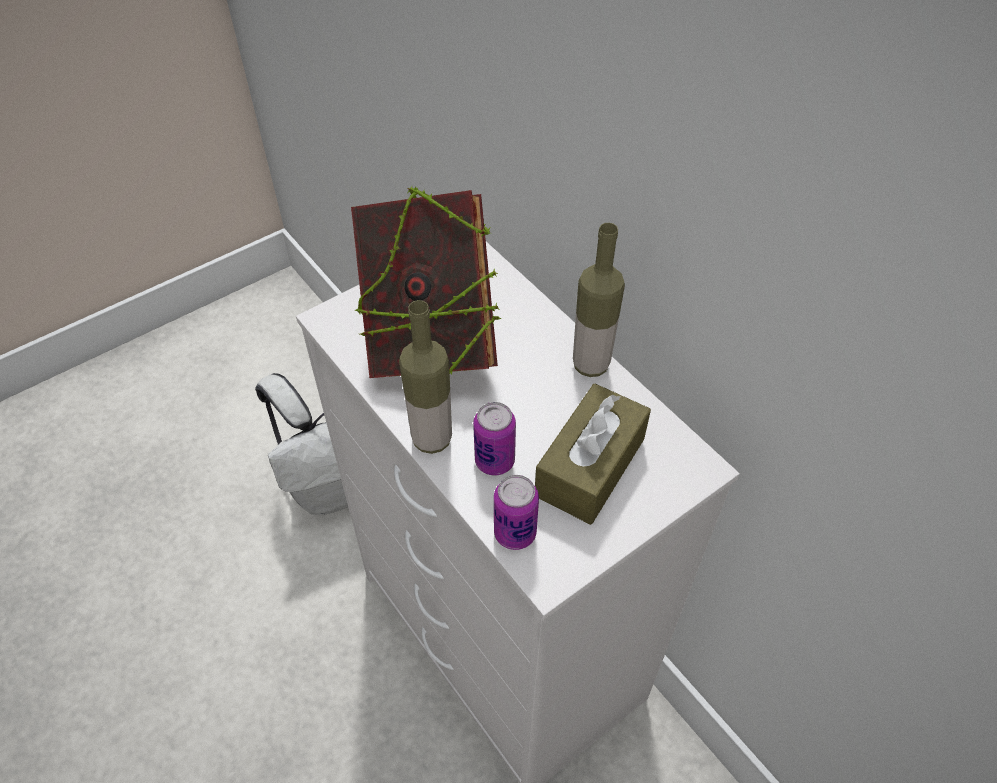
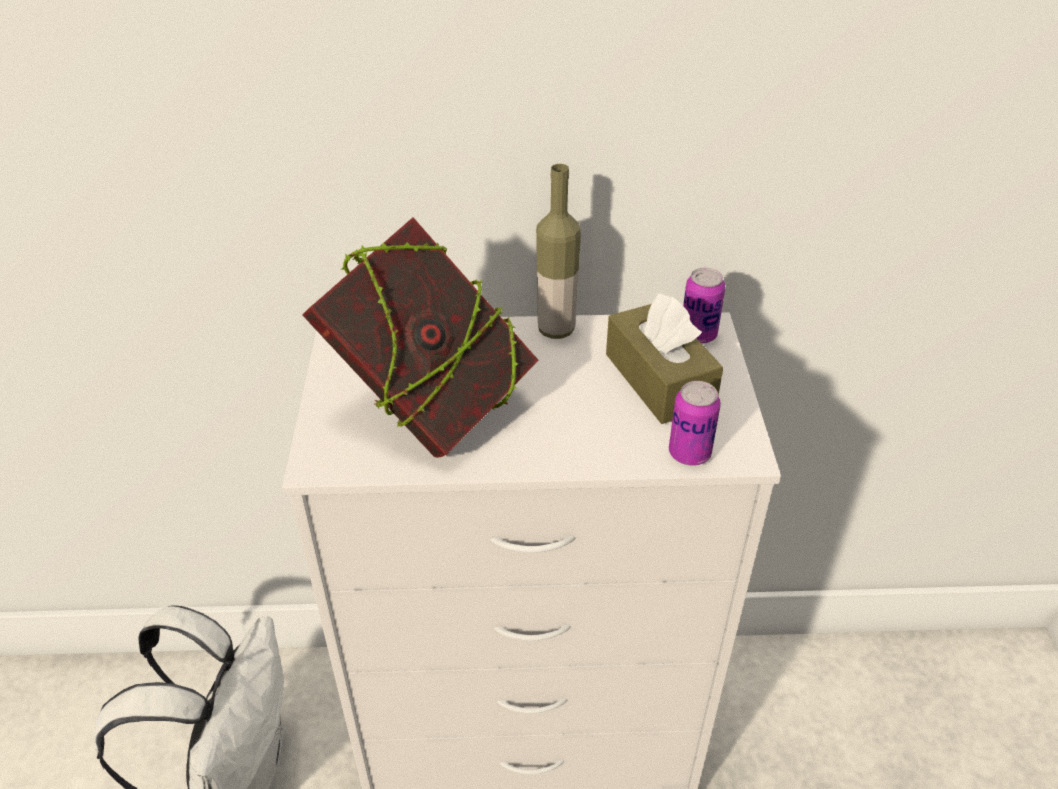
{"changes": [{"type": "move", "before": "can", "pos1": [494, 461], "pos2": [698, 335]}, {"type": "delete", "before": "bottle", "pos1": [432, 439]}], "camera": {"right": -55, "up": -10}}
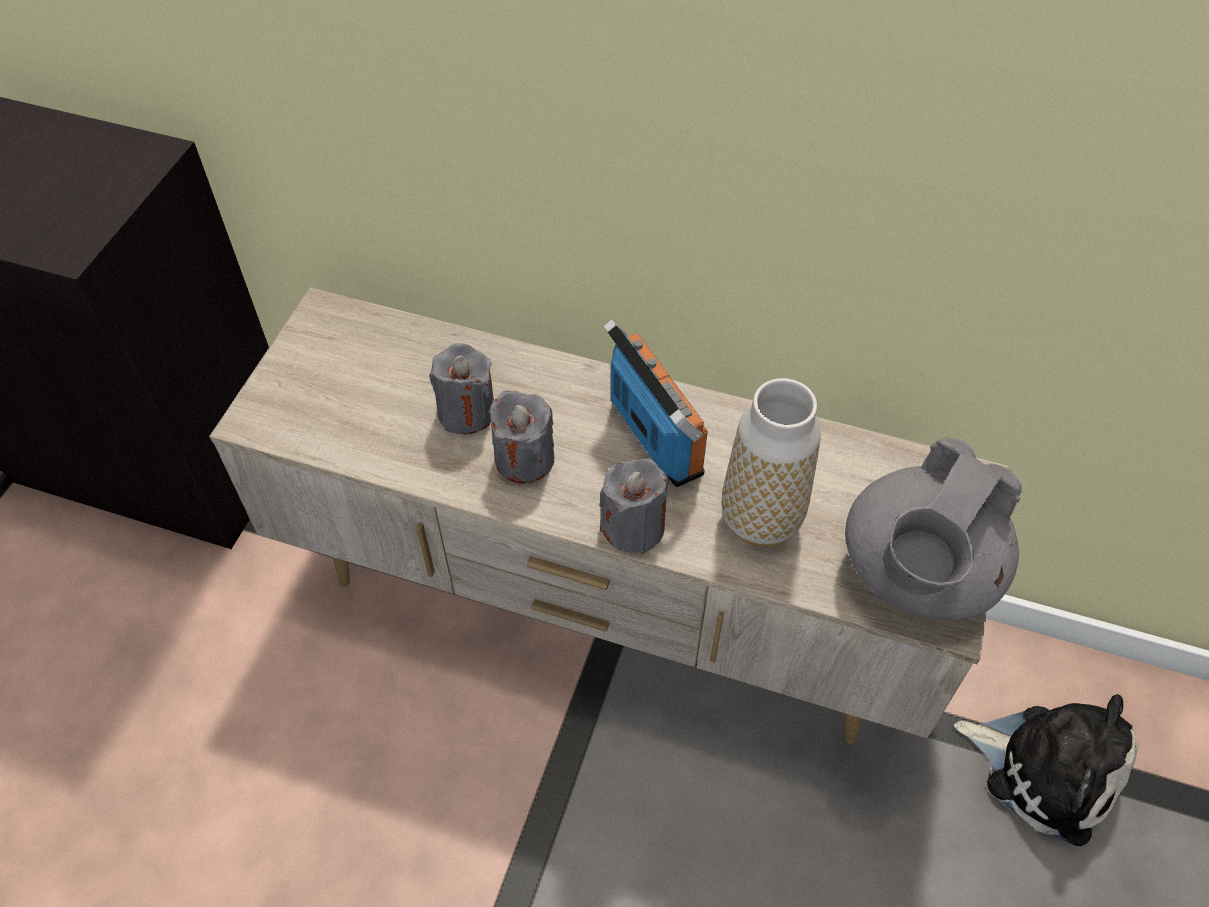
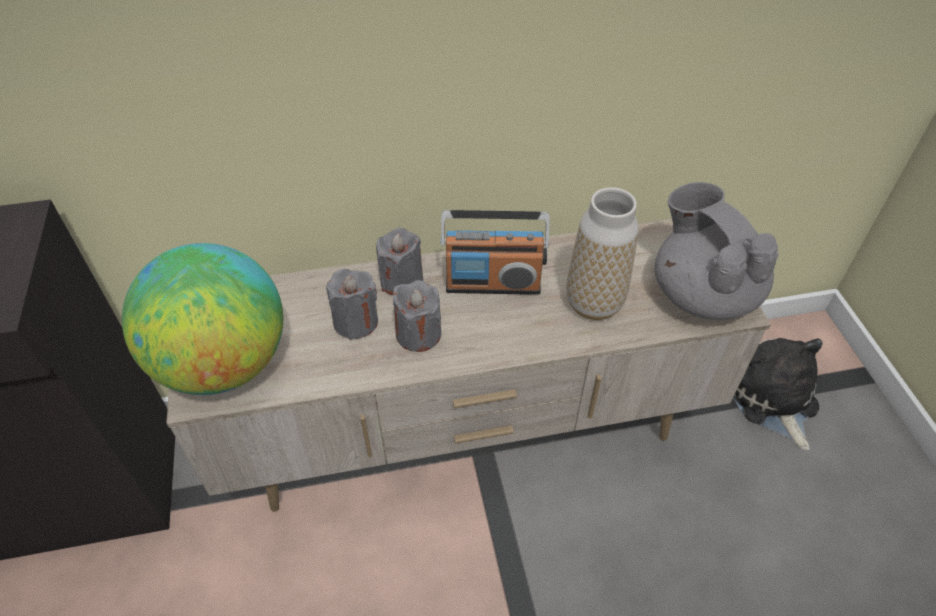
{"changes": [{"type": "insert", "after": "globe", "pos2": [224, 364]}, {"type": "move", "before": "candle/grey", "pos1": [633, 527], "pos2": [402, 281]}, {"type": "rotate", "before": "radio", "pos1": [655, 436], "pos2": [493, 283], "turn": 150}, {"type": "rotate", "before": "teapot/grey", "pos1": [916, 573], "pos2": [702, 293], "turn": 150}, {"type": "rotate", "before": "plush toy", "pos1": [1045, 767], "pos2": [771, 398], "turn": -105}], "camera": {"right": -30, "up": -5}}
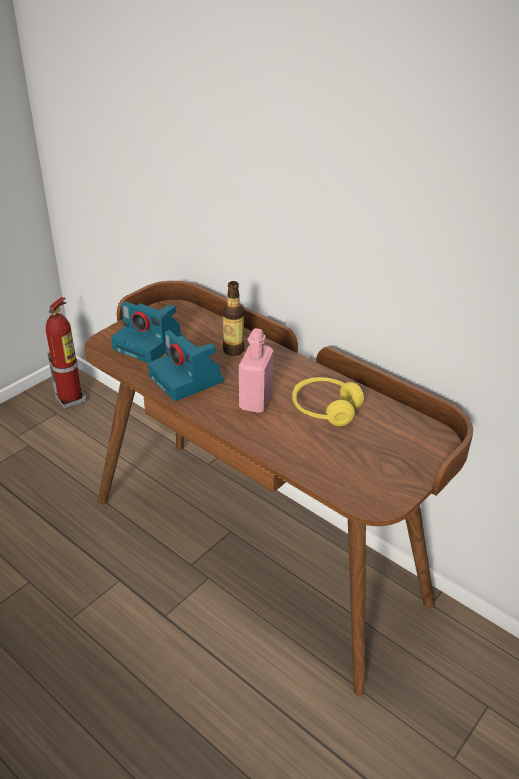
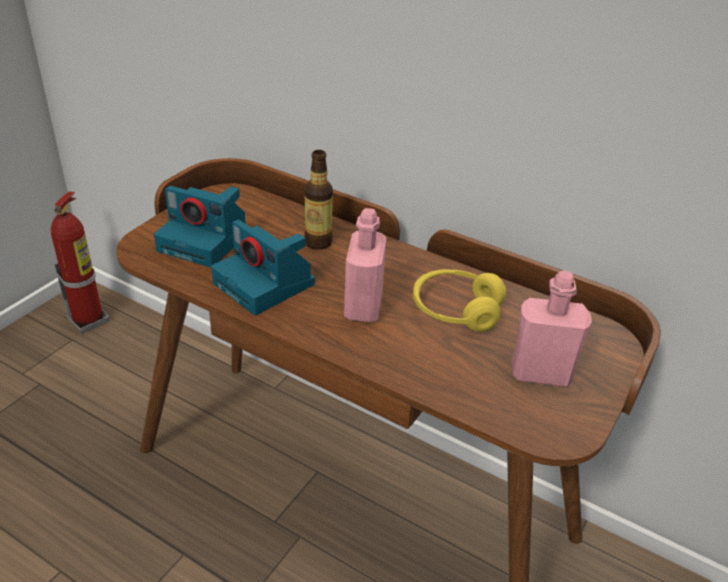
{"changes": [{"type": "insert", "after": "bottle/pink", "pos2": [540, 373]}], "camera": {"right": -10, "up": 0}}
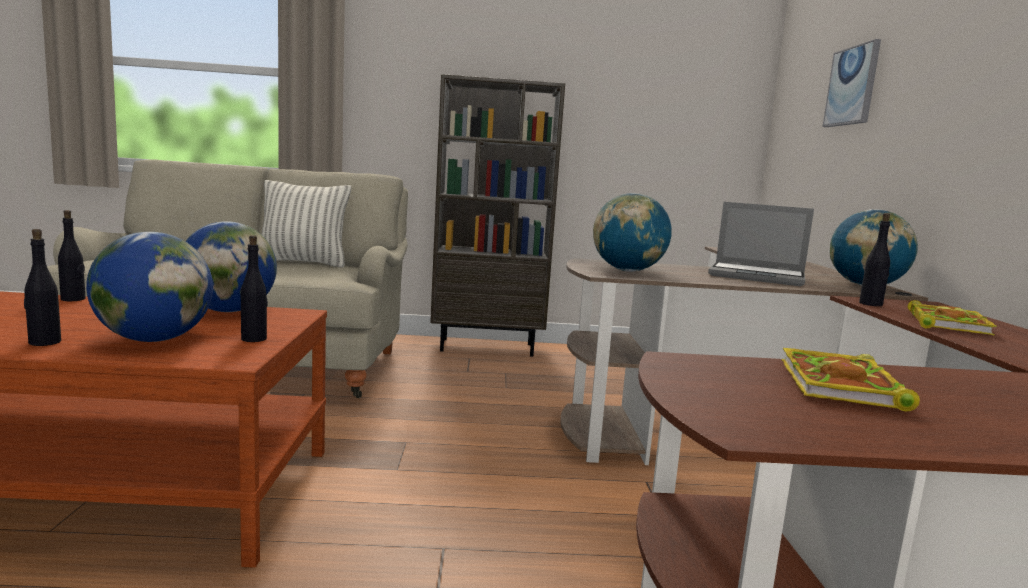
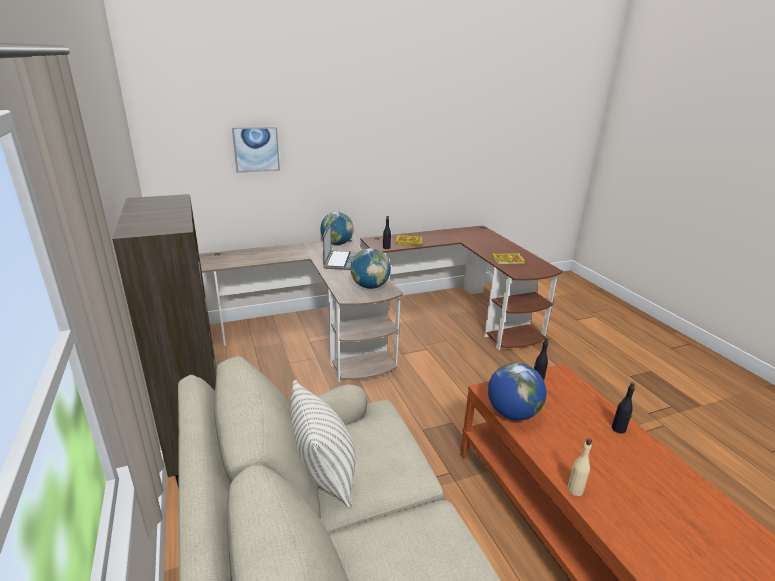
{"changes": [{"type": "recolor", "before": "bottle/black", "after": "bottle/beige", "pos1": [73, 299], "pos2": [574, 490]}, {"type": "delete", "before": "globe", "pos1": [154, 339]}], "camera": {"right": -110, "up": 15}}
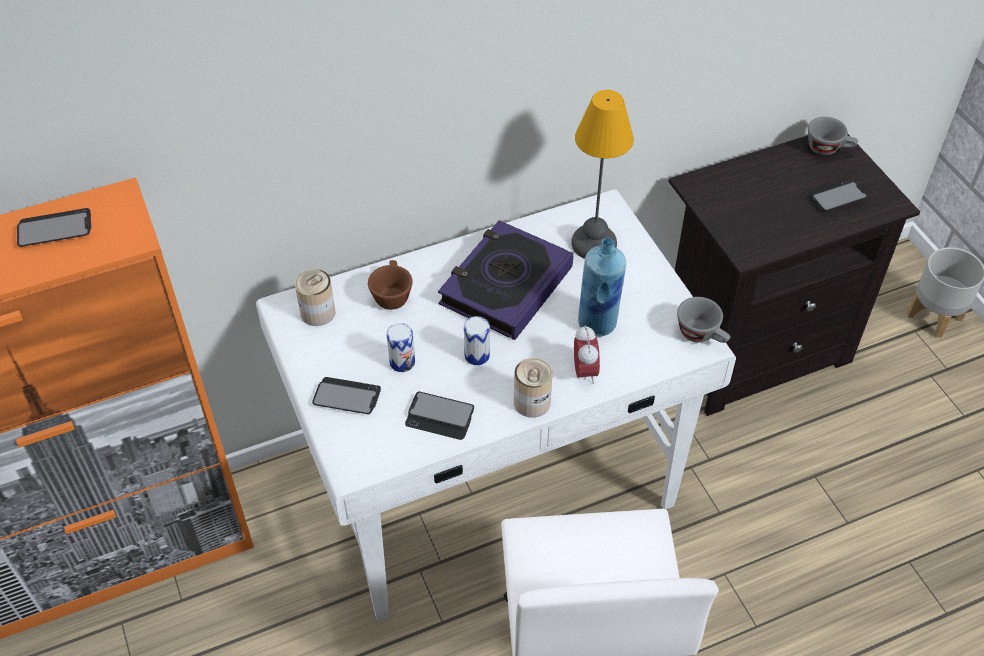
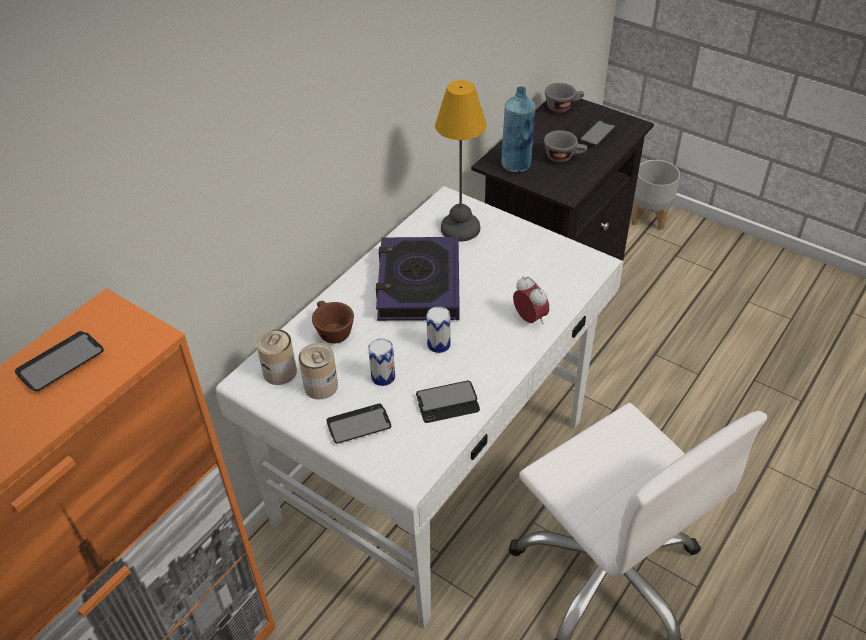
{"changes": [{"type": "move", "before": "can", "pos1": [532, 402], "pos2": [321, 386]}, {"type": "move", "before": "bottle/blue", "pos1": [598, 323], "pos2": [516, 165]}, {"type": "move", "before": "cup/grey", "pos1": [702, 335], "pos2": [564, 157]}], "camera": {"right": -30, "up": -5}}
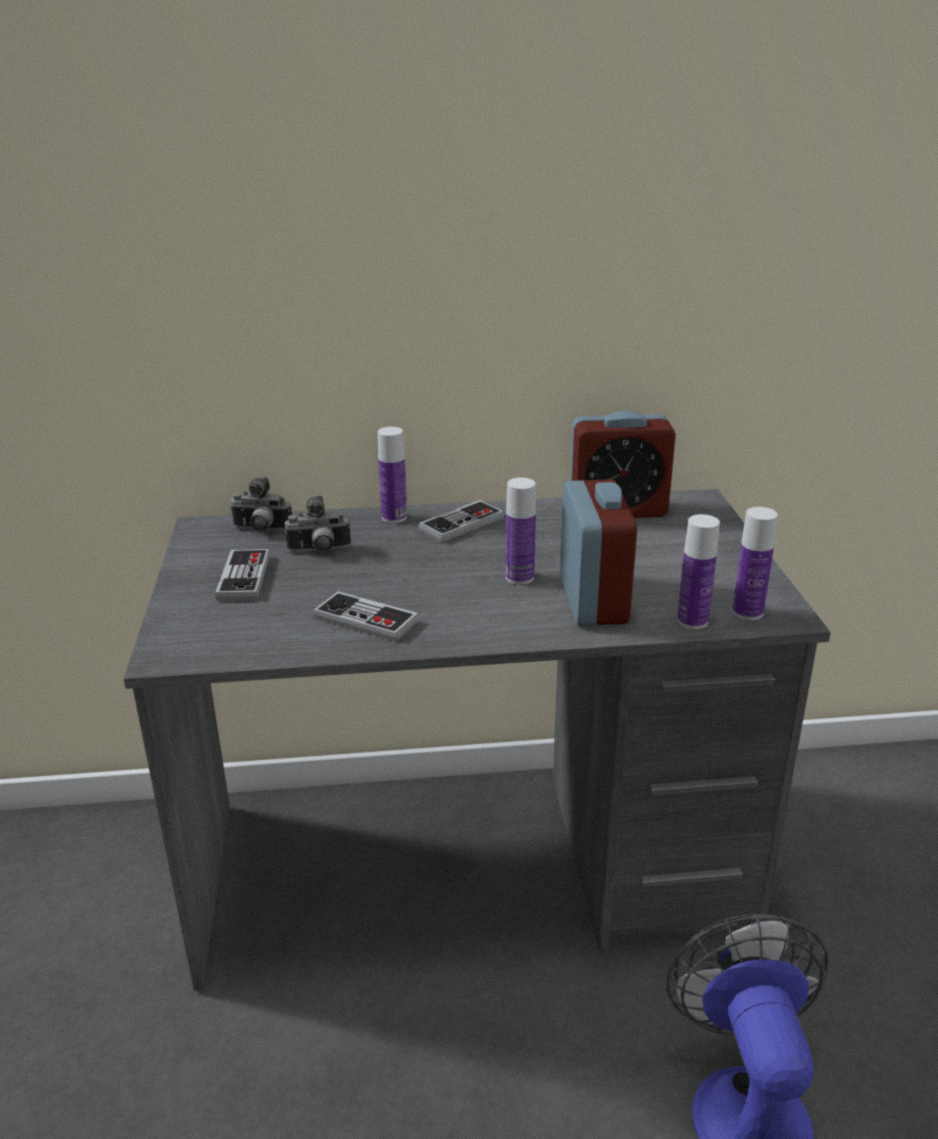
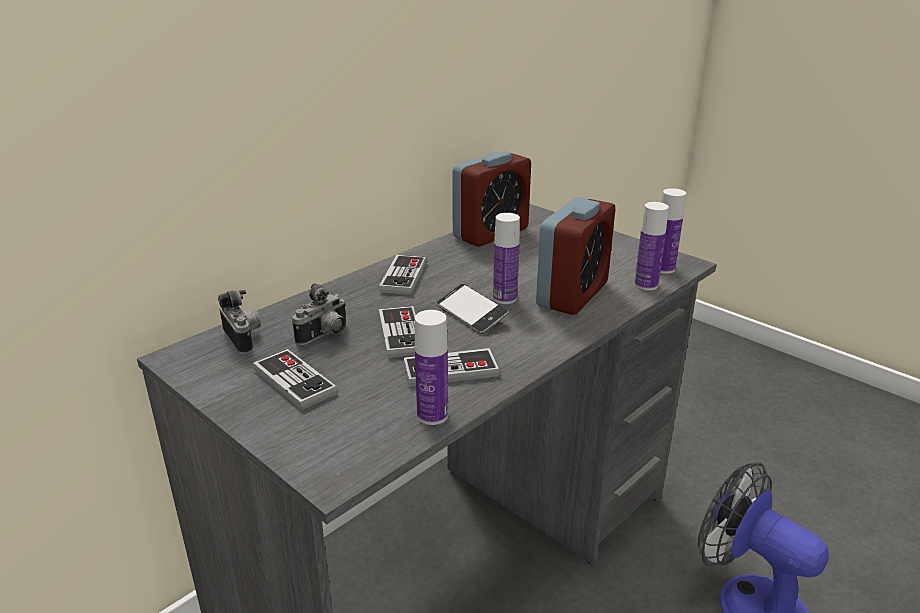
{"changes": [{"type": "rotate", "before": "photo camera", "pos1": [261, 530], "pos2": [244, 339], "turn": -90}, {"type": "insert", "after": "game controller", "pos2": [401, 334]}, {"type": "move", "before": "bottle", "pos1": [394, 517], "pos2": [432, 415]}, {"type": "insert", "after": "phone", "pos2": [471, 314]}, {"type": "rotate", "before": "alarm clock", "pos1": [593, 599], "pos2": [572, 294], "turn": 75}], "camera": {"right": -40, "up": 0}}
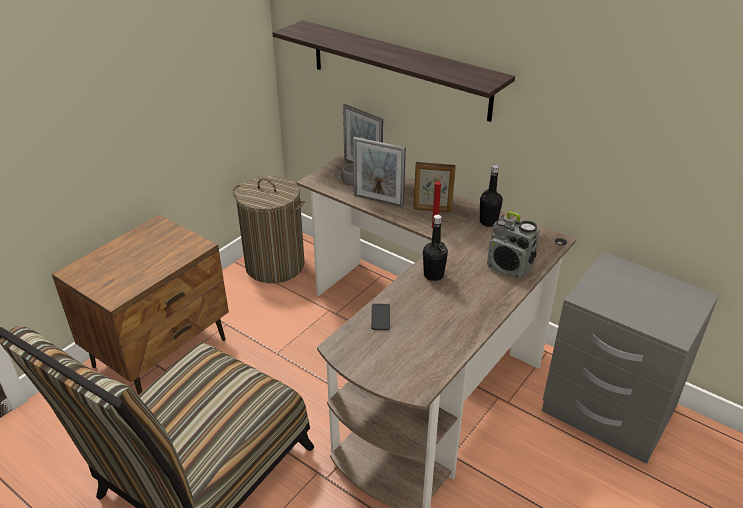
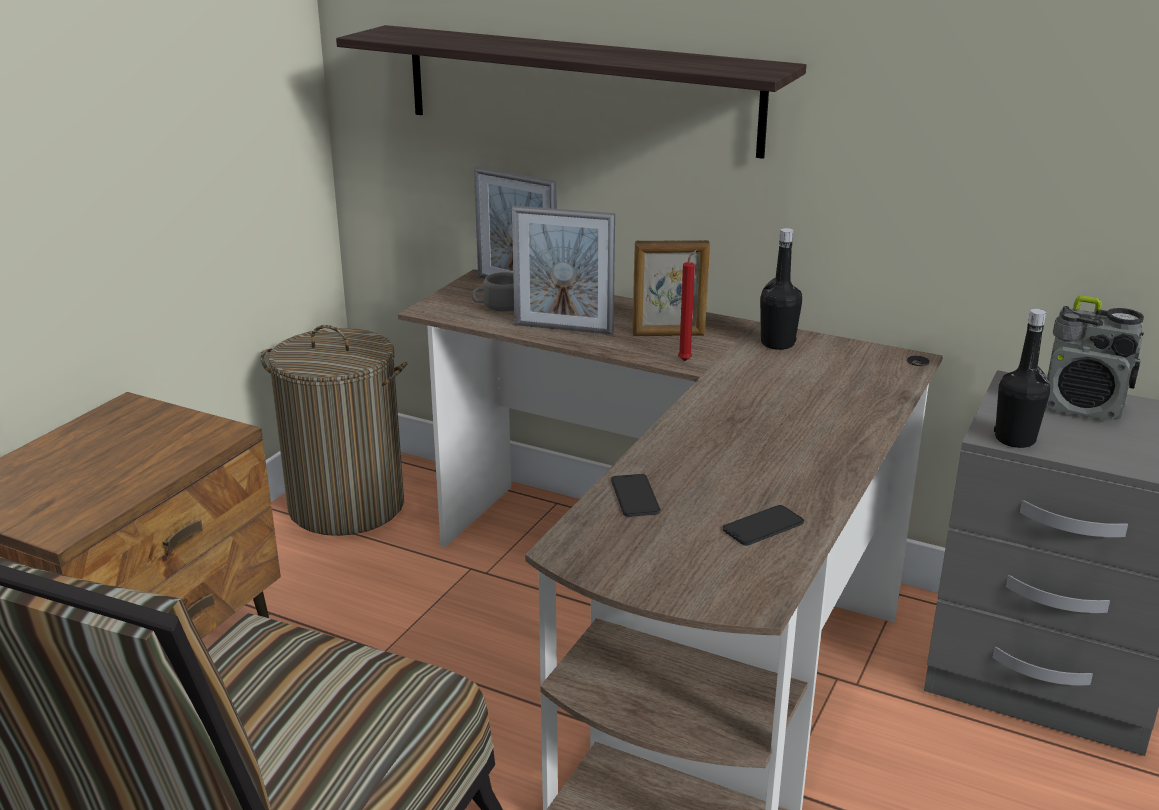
{"changes": [{"type": "insert", "after": "phone", "pos2": [763, 526]}, {"type": "move", "before": "bottle/black", "pos1": [433, 275], "pos2": [1015, 439]}, {"type": "move", "before": "radio", "pos1": [509, 268], "pos2": [1083, 408]}], "camera": {"right": -10, "up": -10}}
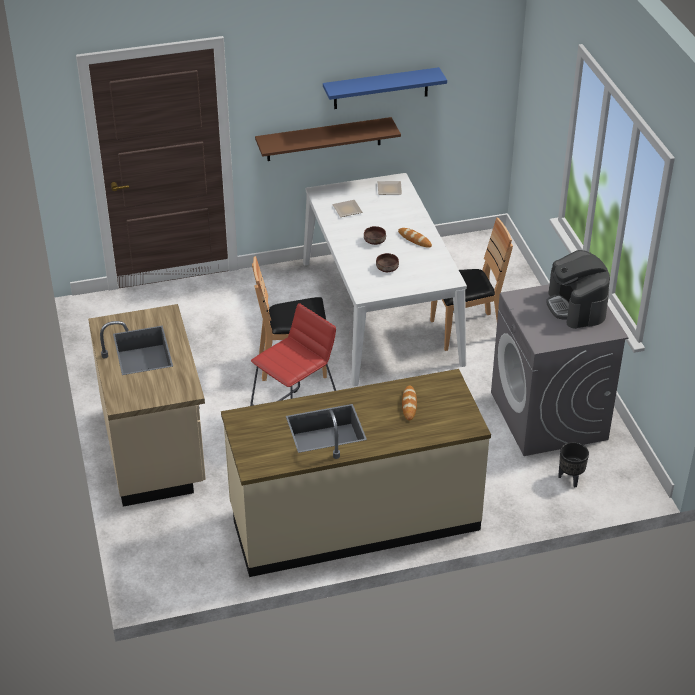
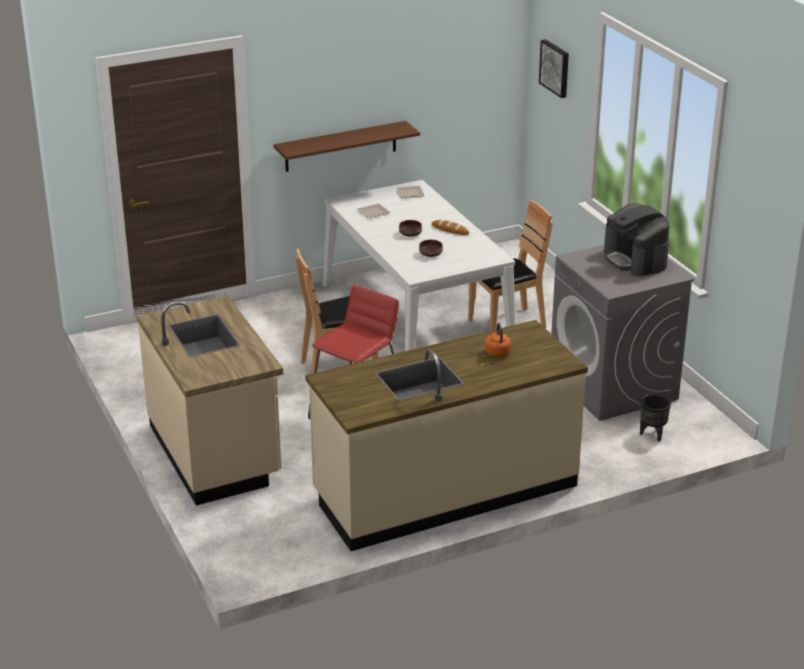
{"changes": [{"type": "replace", "before": "bread", "after": "kettle/orange", "pos1": [409, 404], "pos2": [497, 352]}, {"type": "insert", "after": "picture", "pos2": [555, 68]}, {"type": "delete", "before": "shelf/blue", "pos1": [381, 88]}], "camera": {"right": -10, "up": -10}}
